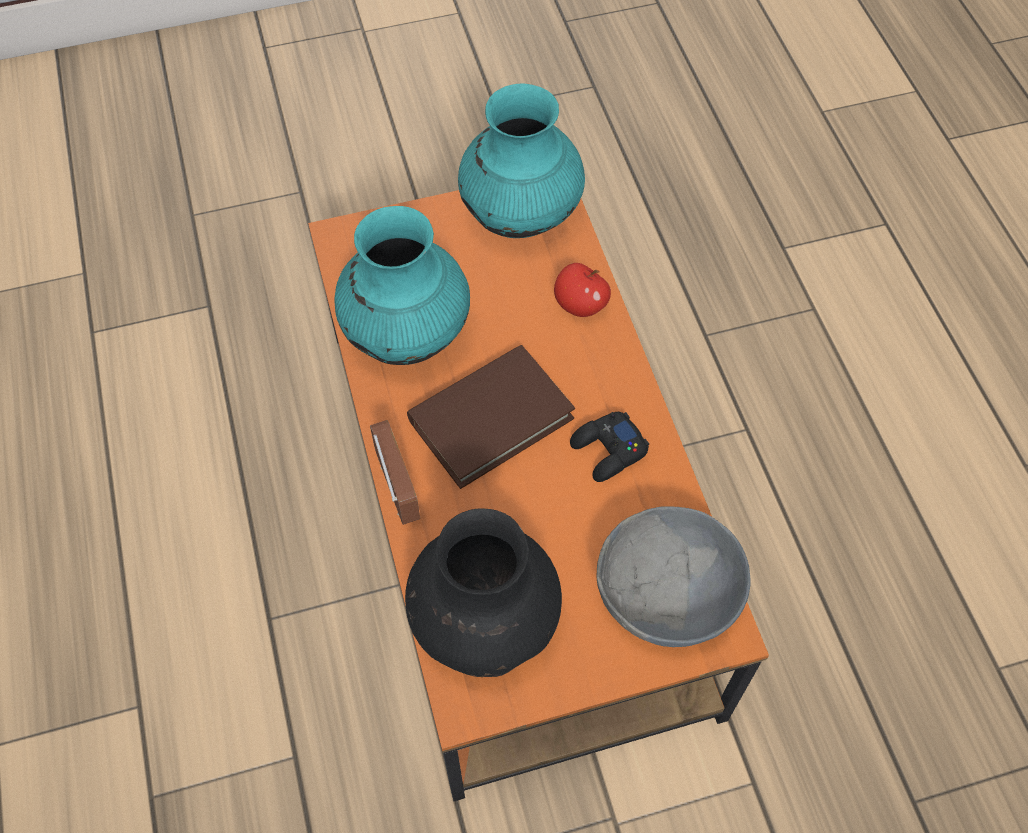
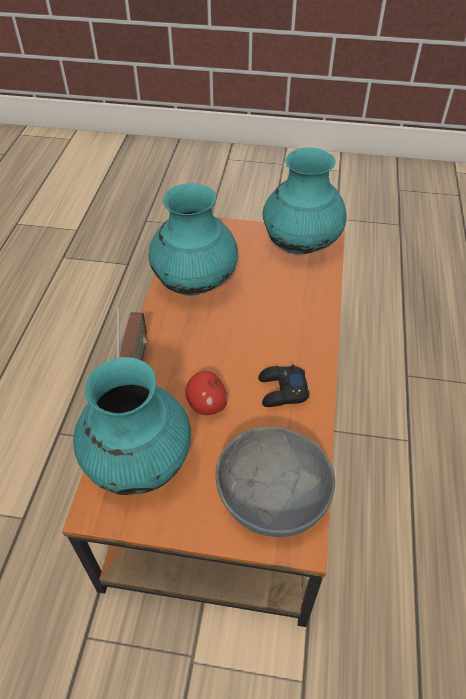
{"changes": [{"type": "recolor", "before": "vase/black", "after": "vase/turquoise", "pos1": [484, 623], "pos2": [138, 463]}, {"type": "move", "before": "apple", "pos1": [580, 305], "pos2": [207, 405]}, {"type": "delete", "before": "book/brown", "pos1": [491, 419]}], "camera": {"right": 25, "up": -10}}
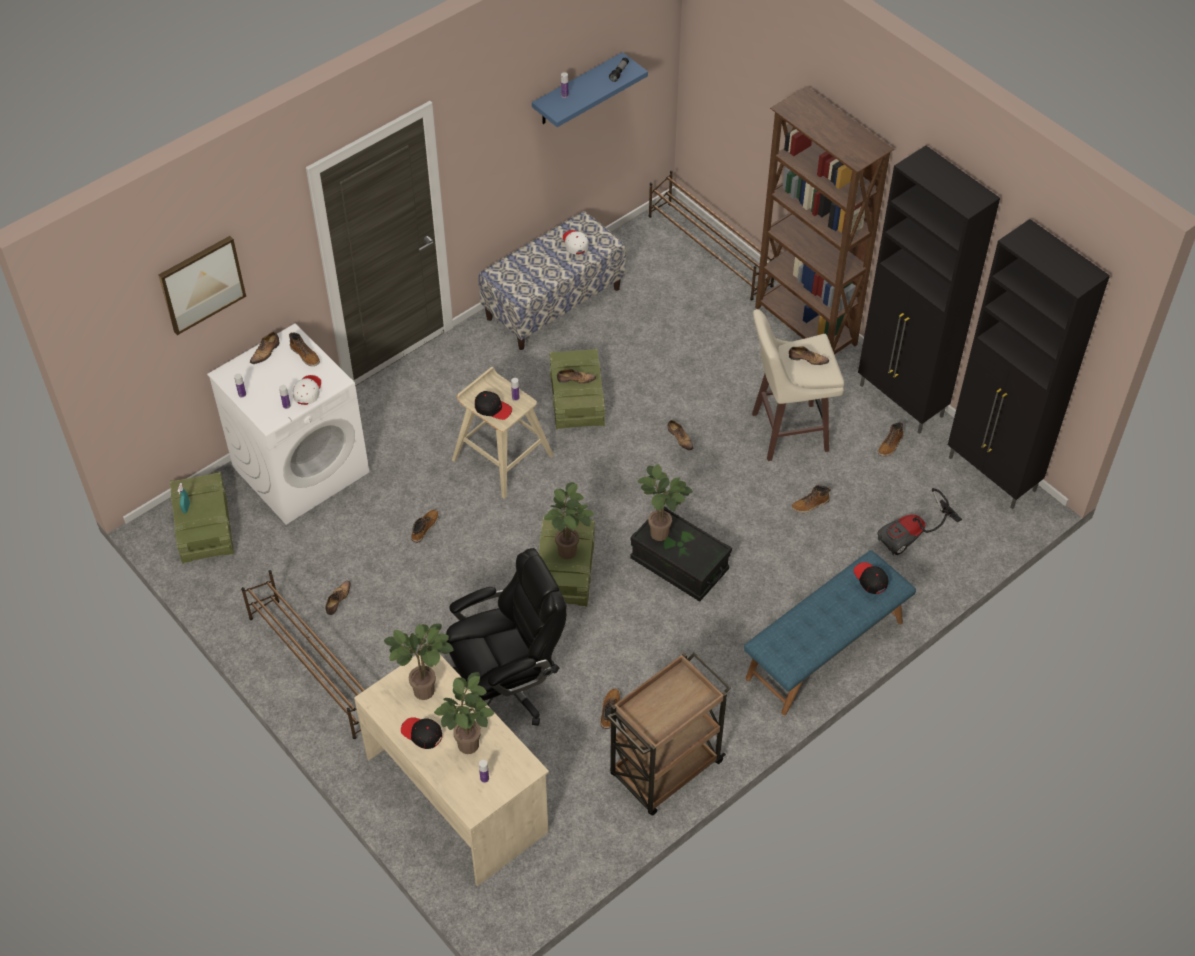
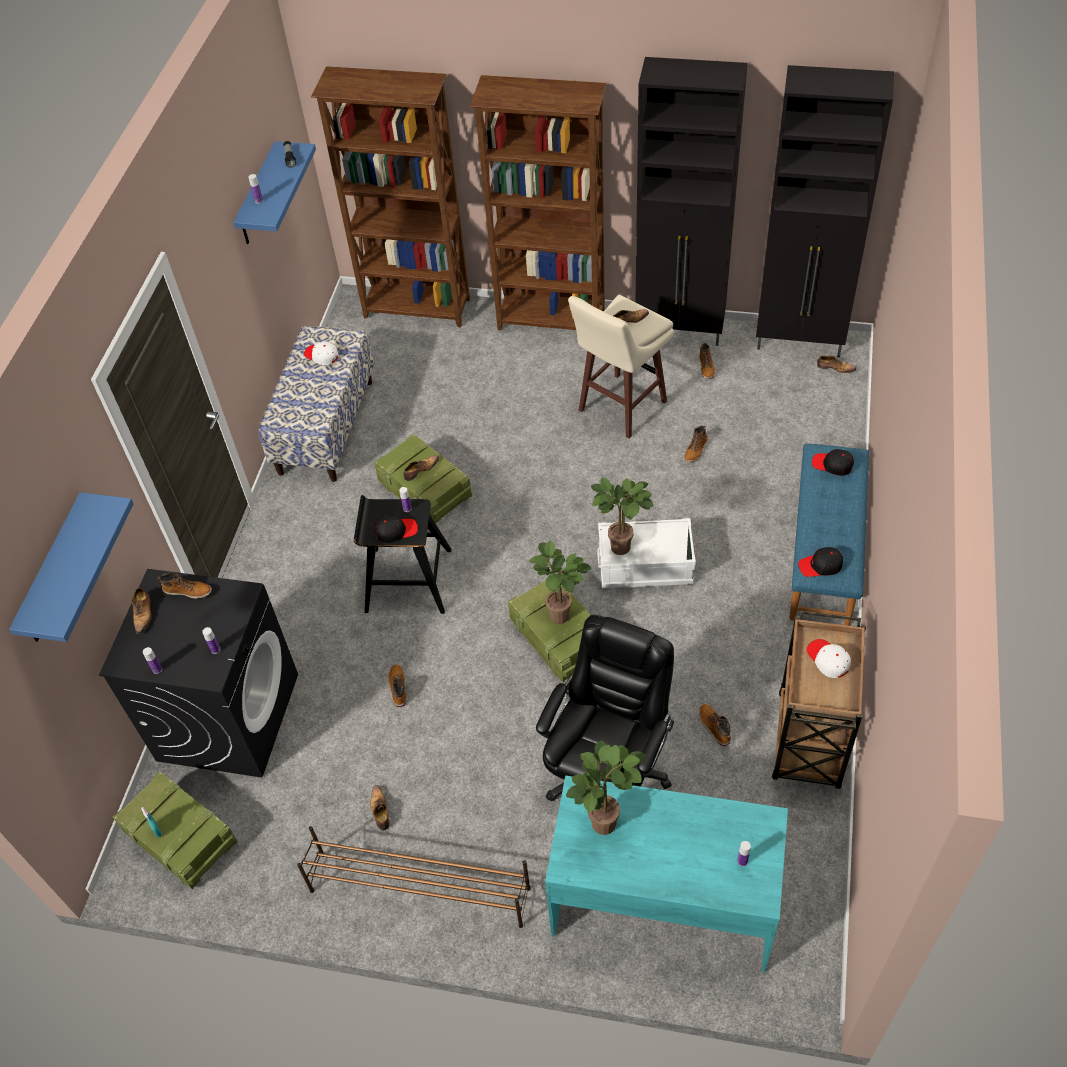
{"changes": [{"type": "replace", "before": "picture", "after": "shelf/blue", "pos1": [201, 284], "pos2": [54, 572]}, {"type": "recolor", "before": "washing machine/white", "after": "washing machine/black", "pos1": [301, 469], "pos2": [228, 716]}, {"type": "replace", "before": "shoe rack/brown", "after": "bookcase/brown", "pos1": [710, 251], "pos2": [417, 309]}, {"type": "recolor", "before": "stool/beige", "after": "stool/black", "pos1": [502, 457], "pos2": [407, 580]}, {"type": "recolor", "before": "desk/beige", "after": "desk/turquoise", "pos1": [457, 793], "pos2": [663, 901]}, {"type": "recolor", "before": "storage box/black", "after": "storage box/white", "pos1": [679, 564], "pos2": [645, 566]}, {"type": "move", "before": "cap/black", "pos1": [422, 734], "pos2": [820, 566]}, {"type": "move", "before": "cap/white", "pos1": [307, 391], "pos2": [828, 660]}, {"type": "move", "before": "shoe", "pos1": [680, 438], "pos2": [835, 368]}, {"type": "delete", "before": "potted plant", "pos1": [469, 748]}, {"type": "delete", "before": "vacuum cleaner", "pos1": [914, 535]}], "camera": {"right": -35, "up": 0}}
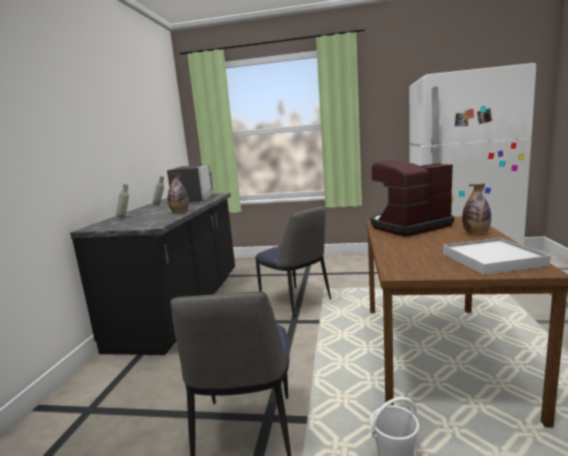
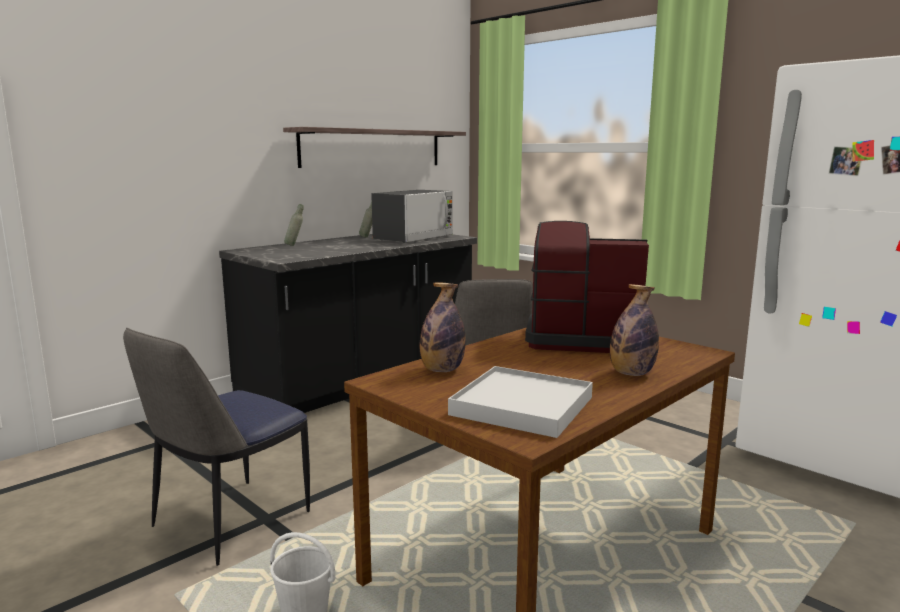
{"changes": [{"type": "insert", "after": "shelf", "pos2": [373, 148]}, {"type": "move", "before": "bottle", "pos1": [180, 212], "pos2": [442, 370]}], "camera": {"right": 35, "up": 0}}
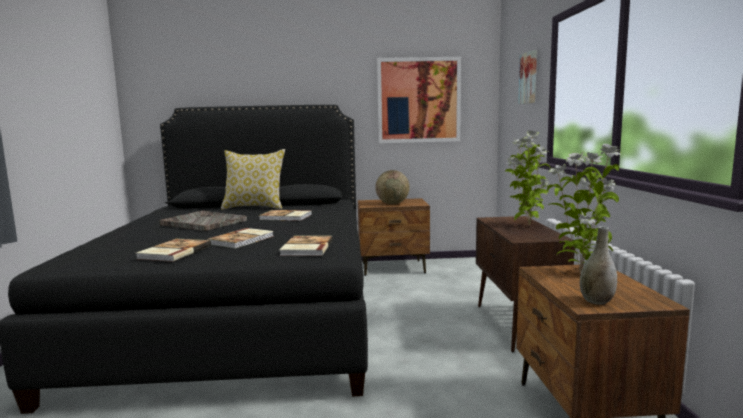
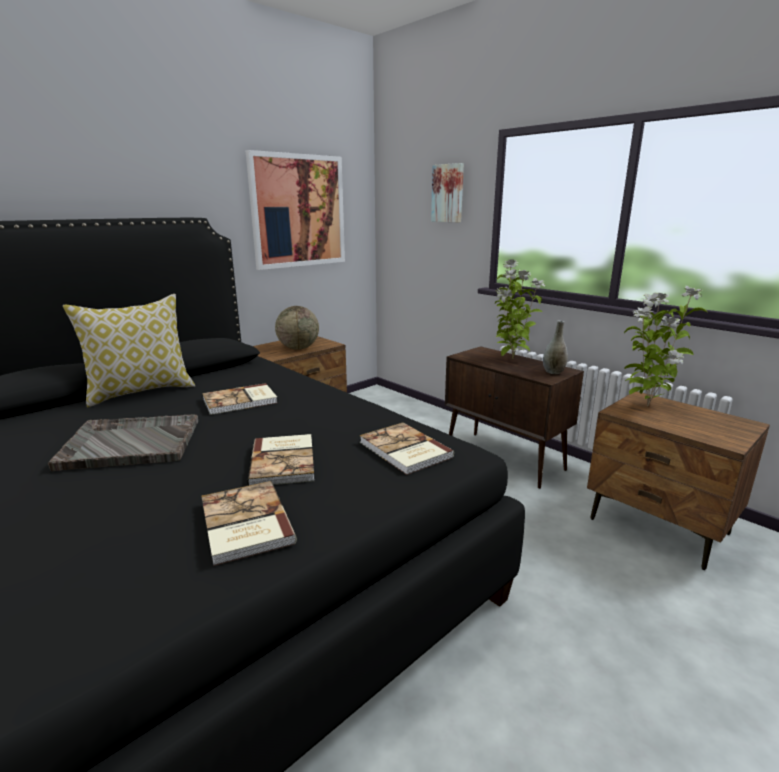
{"changes": [{"type": "move", "before": "vase/grey", "pos1": [596, 301], "pos2": [553, 372]}], "camera": {"right": -40, "up": 10}}
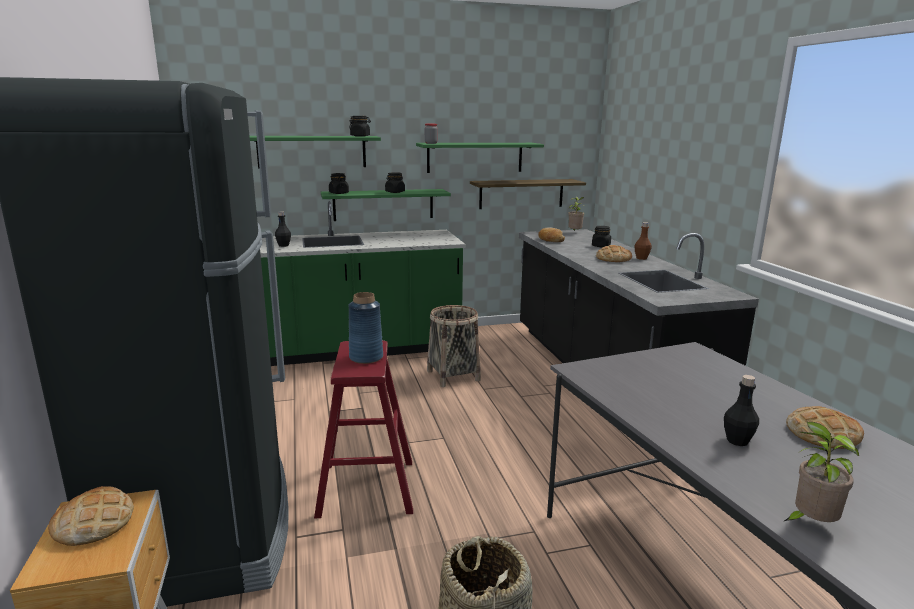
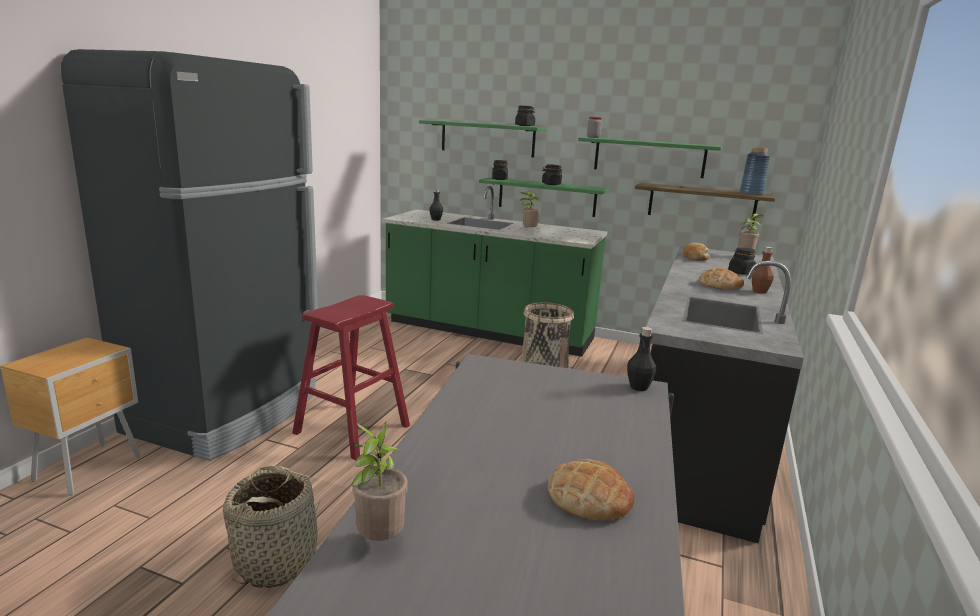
{"changes": [{"type": "insert", "after": "potted plant", "pos2": [528, 231]}, {"type": "move", "before": "bottle/black", "pos1": [737, 441], "pos2": [638, 387]}, {"type": "move", "before": "vase/blue", "pos1": [366, 357], "pos2": [751, 194]}, {"type": "delete", "before": "bread", "pos1": [94, 523]}], "camera": {"right": 35, "up": 0}}
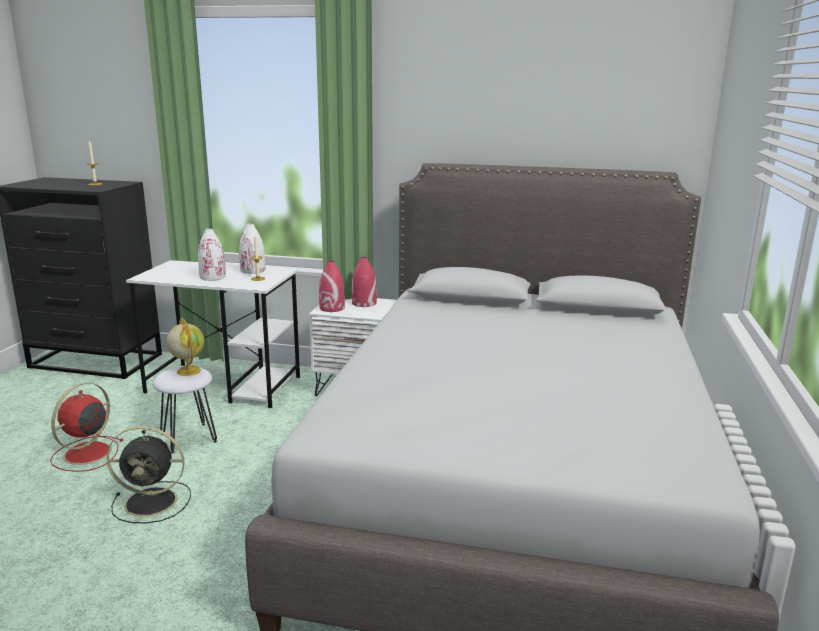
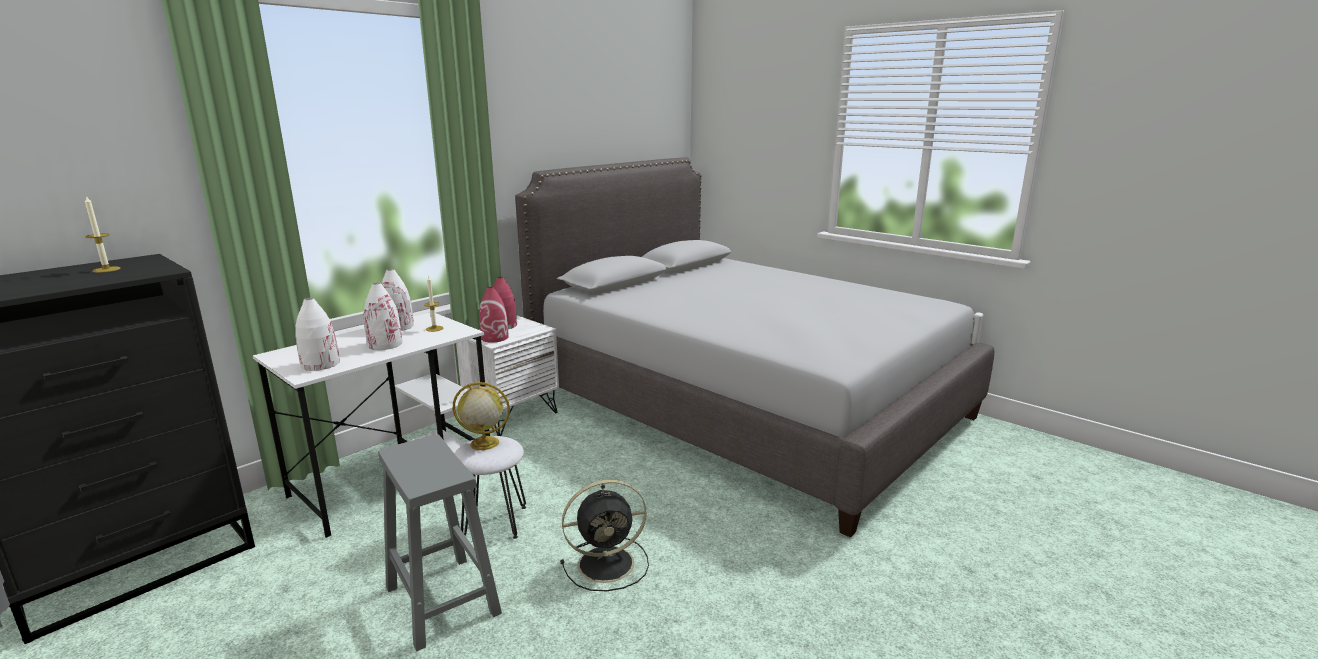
{"changes": [{"type": "insert", "after": "vase/white", "pos2": [320, 364]}, {"type": "replace", "before": "fan/red", "after": "stool/grey", "pos1": [86, 454], "pos2": [443, 601]}, {"type": "rotate", "before": "fan/black", "pos1": [153, 502], "pos2": [608, 563], "turn": 45}], "camera": {"right": -60, "up": 0}}
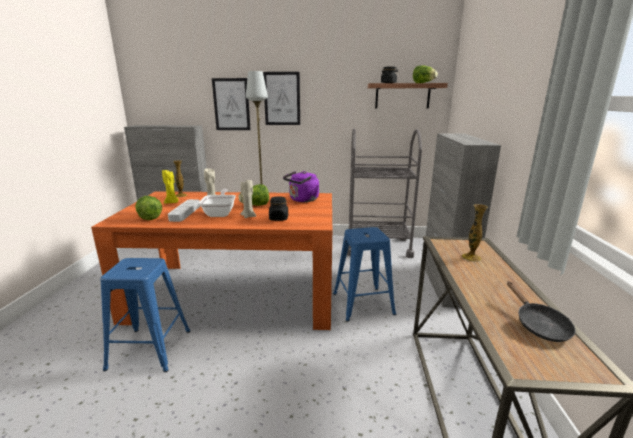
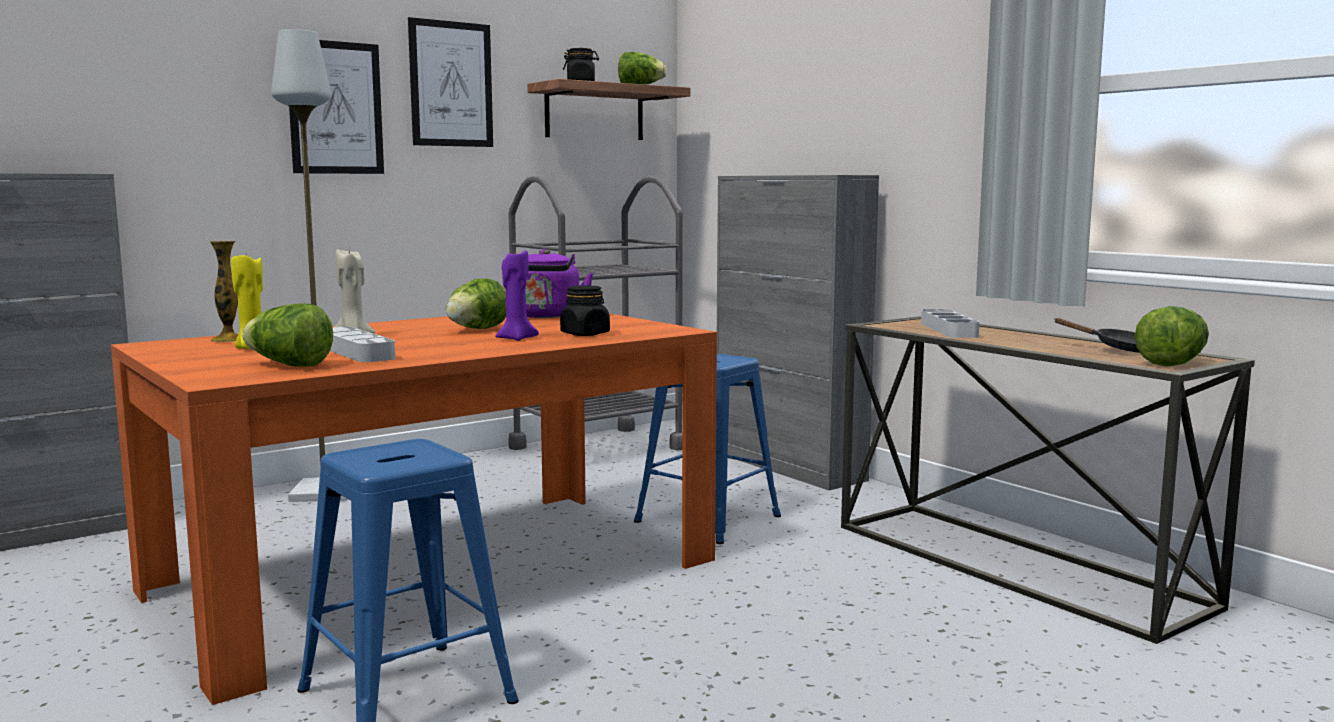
{"changes": [{"type": "move", "before": "picture", "pos1": [231, 104], "pos2": [451, 84]}, {"type": "recolor", "before": "candle/beige", "after": "candle/purple", "pos1": [249, 216], "pos2": [516, 339]}, {"type": "replace", "before": "vase", "after": "tray/grey", "pos1": [471, 257], "pos2": [948, 329]}, {"type": "insert", "after": "lettuce", "pos2": [1173, 363]}, {"type": "delete", "before": "frying pan", "pos1": [220, 213]}], "camera": {"right": -40, "up": -10}}
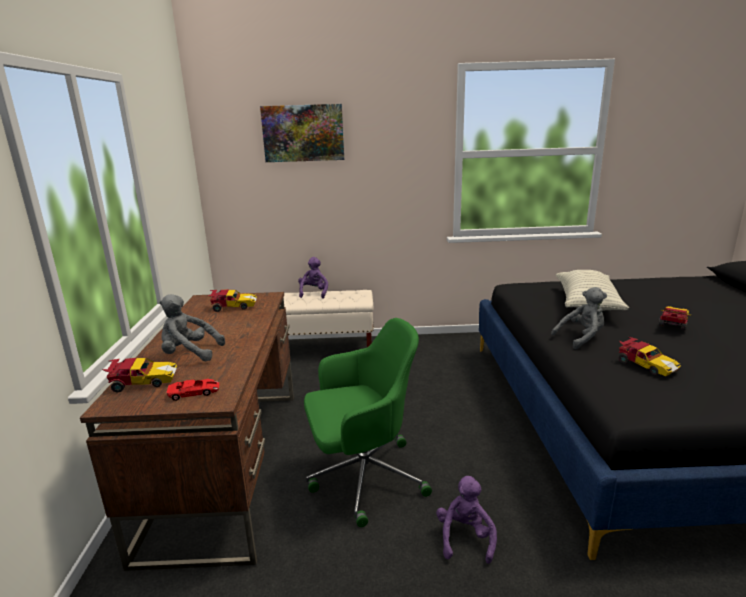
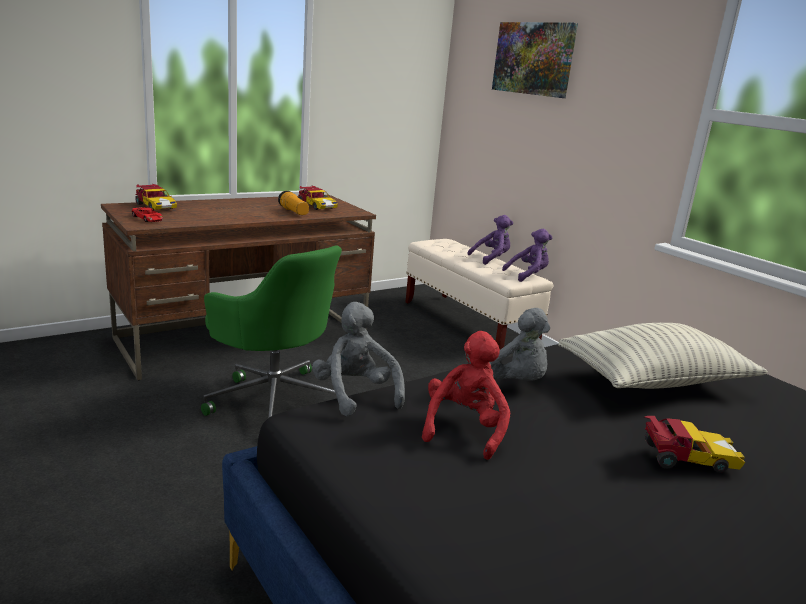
{"changes": [{"type": "insert", "after": "flashlight", "pos2": [294, 212]}, {"type": "move", "before": "plush toy/grey", "pos1": [189, 354], "pos2": [355, 394]}, {"type": "replace", "before": "toy car", "after": "plush toy/red", "pos1": [645, 365], "pos2": [464, 429]}, {"type": "move", "before": "plush toy/purple", "pos1": [465, 538], "pos2": [528, 275]}], "camera": {"right": 55, "up": 0}}
